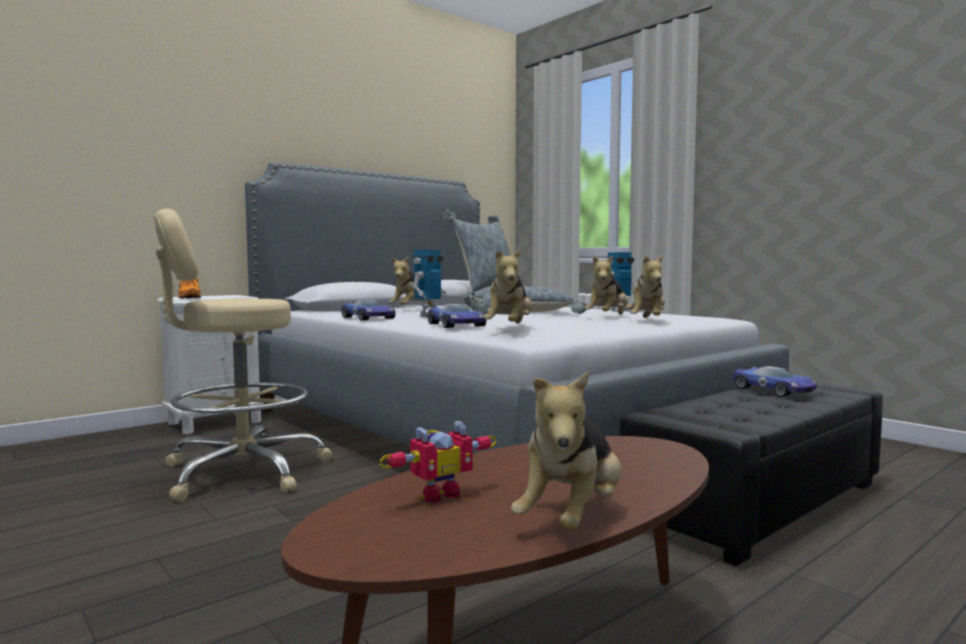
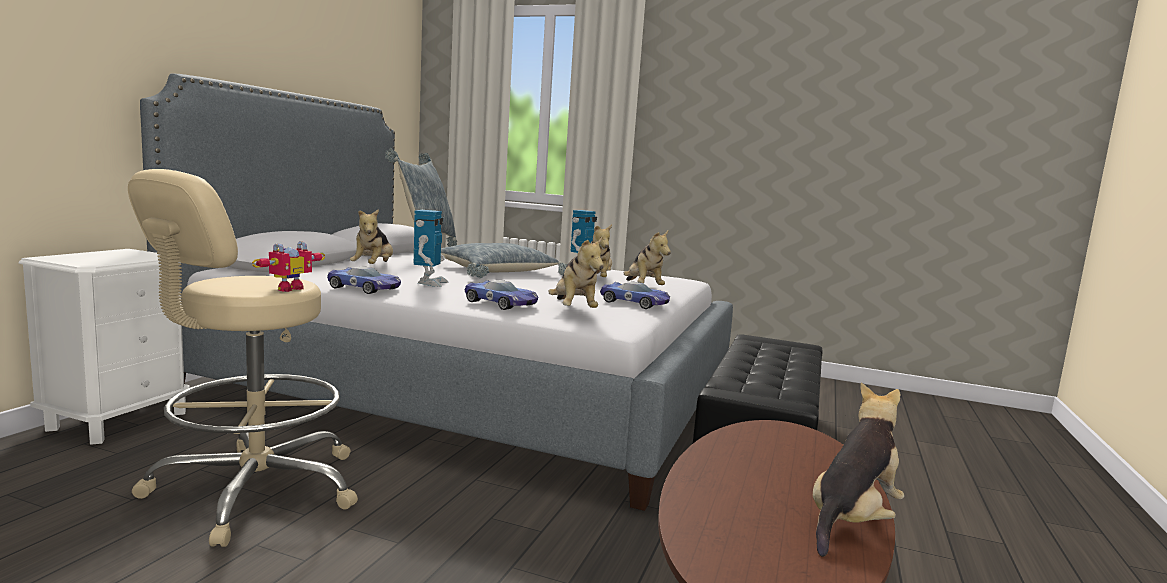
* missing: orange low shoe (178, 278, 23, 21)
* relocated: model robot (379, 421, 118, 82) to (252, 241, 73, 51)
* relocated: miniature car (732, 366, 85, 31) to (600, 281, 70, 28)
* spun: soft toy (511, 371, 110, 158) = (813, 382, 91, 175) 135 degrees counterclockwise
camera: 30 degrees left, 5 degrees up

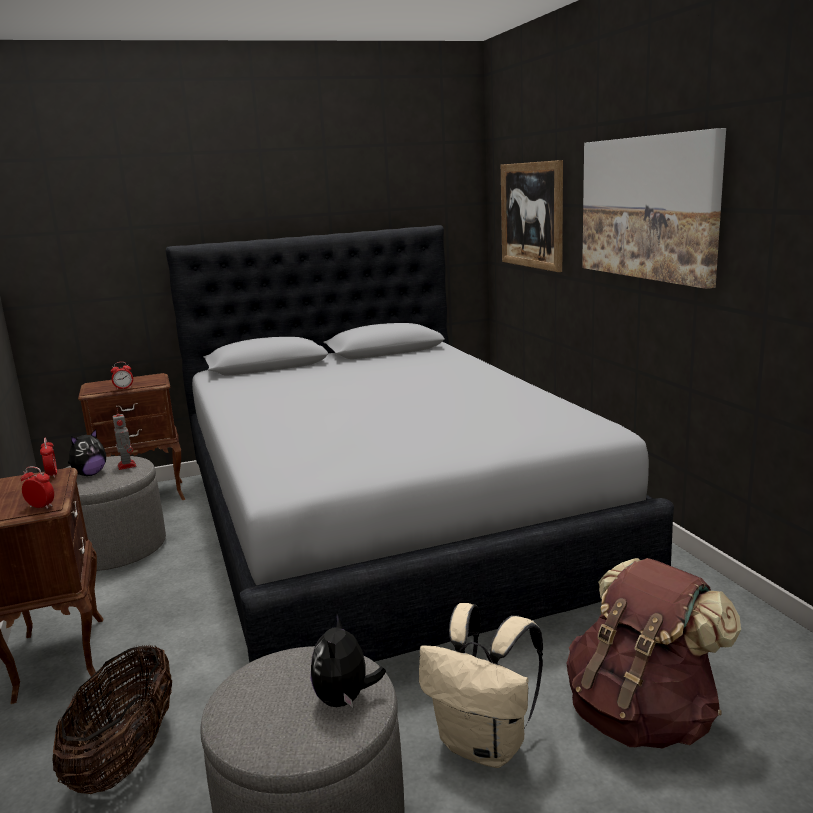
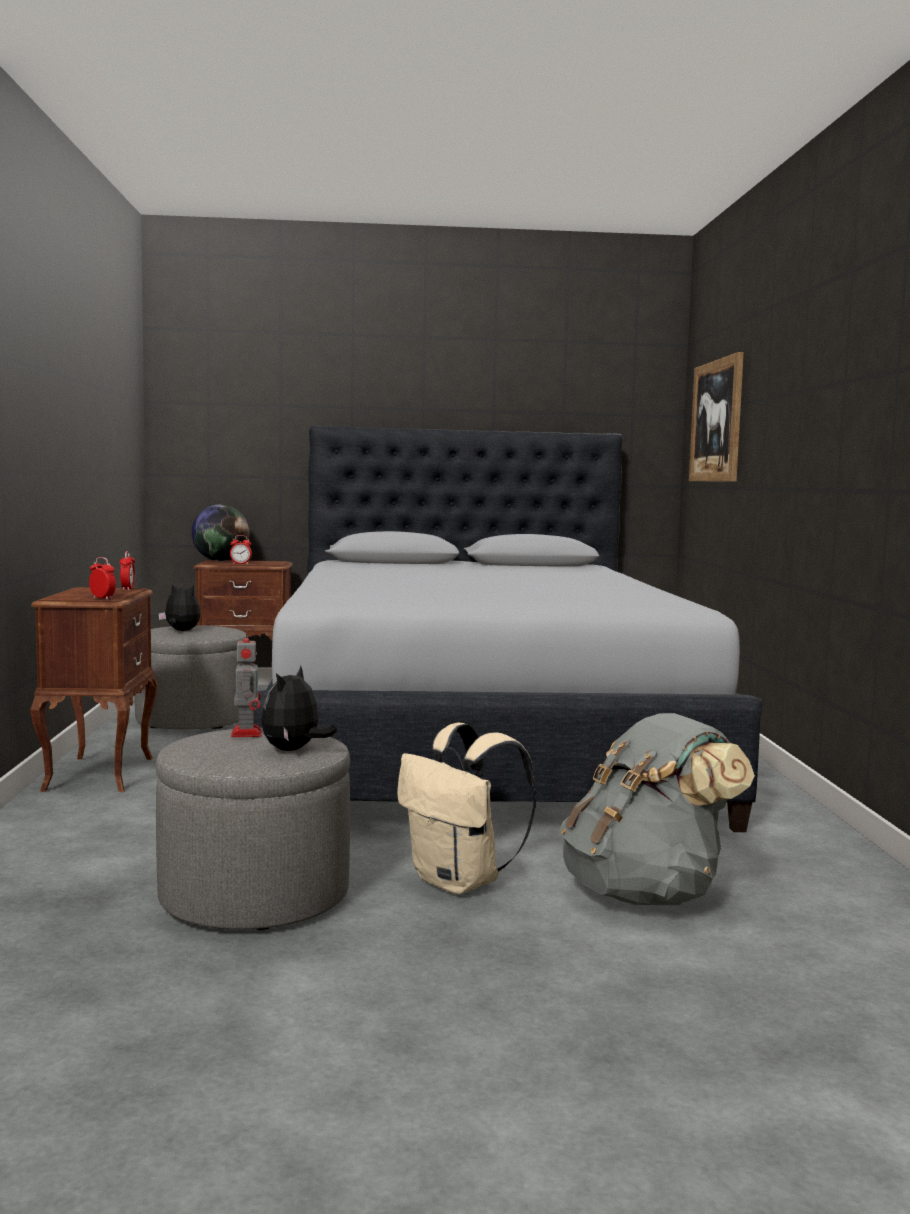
* missing: household basket (53, 645, 119, 149)
* missing: picture (582, 128, 144, 161)
* appeared: desk globe (191, 504, 58, 57)
* relocated: model robot (112, 410, 24, 60) to (231, 629, 31, 108)
* colour: brown-coloured backpack (566, 558, 175, 190) to gray backpack (560, 713, 195, 192)
* spun: soft toy (68, 429, 38, 47) = (158, 583, 42, 48) 120 degrees counterclockwise
camera: 15 degrees right, 10 degrees down

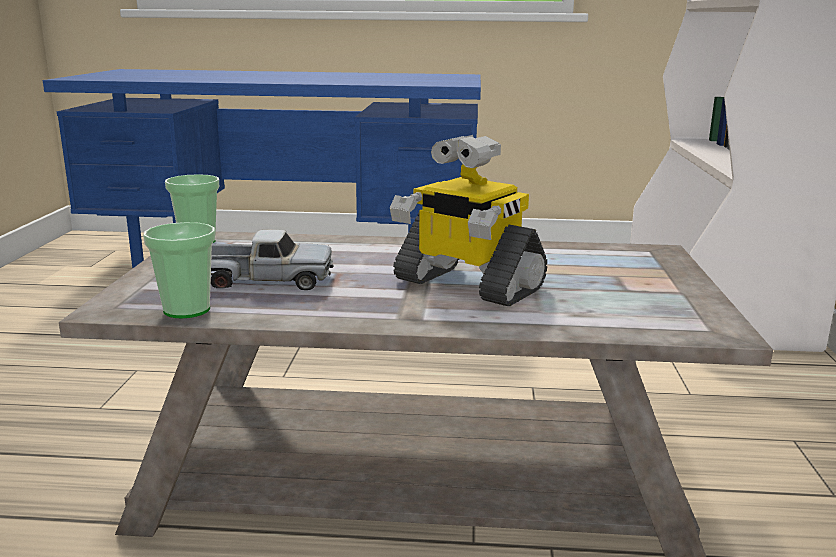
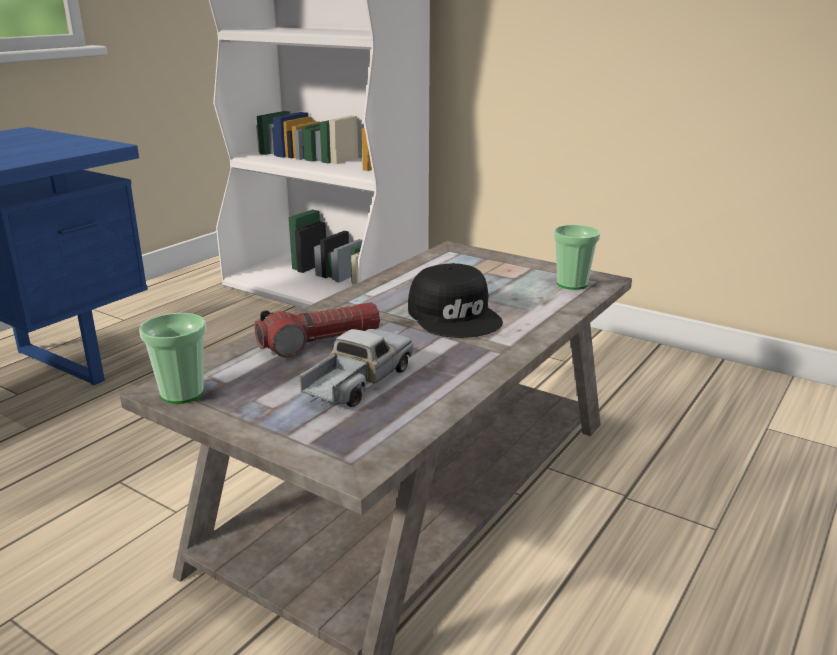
* appeared: torch (255, 302, 125, 56)
* relocated: drinking cup (143, 222, 72, 96) to (553, 225, 47, 65)
* exchanged: model robot (390, 135, 157, 171) to blackish peaked cap (408, 263, 95, 75)
camera: 60 degrees left, 5 degrees up

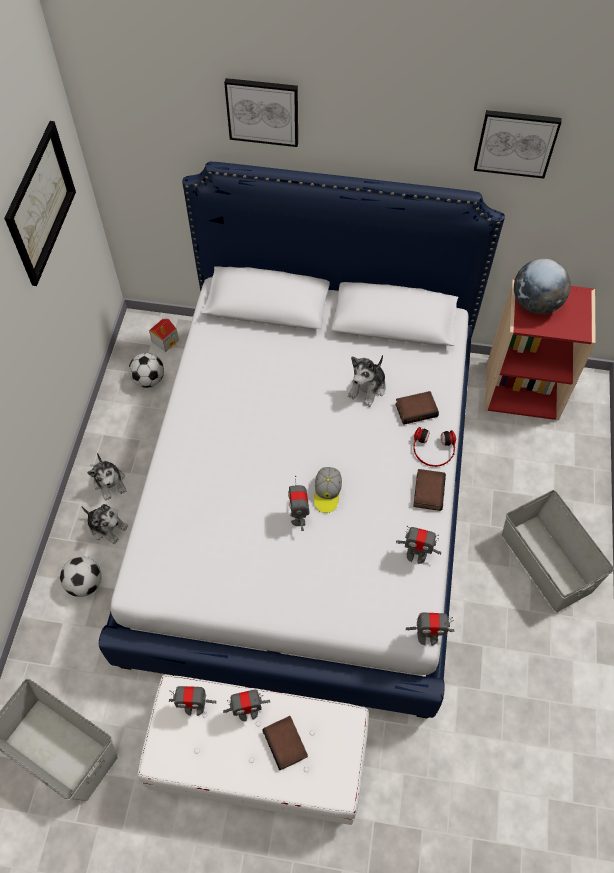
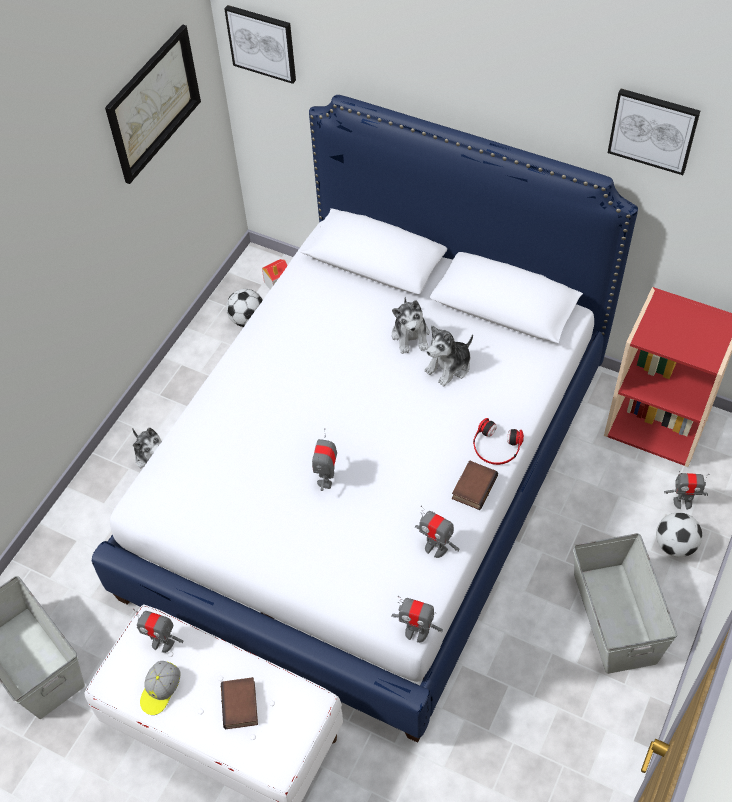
* missing: book (395, 391, 44, 34)
* missing: desk globe (514, 258, 57, 56)
* relocated: ball for football (60, 556, 42, 41) to (656, 512, 46, 45)
* relocated: soft toy (87, 453, 39, 48) to (392, 297, 38, 57)
* relocated: model robot (223, 689, 47, 33) to (664, 471, 46, 39)
* relocated: picture (224, 78, 74, 69) to (224, 5, 72, 79)
* relocated: peaked cap (314, 467, 28, 46) to (140, 661, 41, 54)
camera: 20 degrees right, 5 degrees down

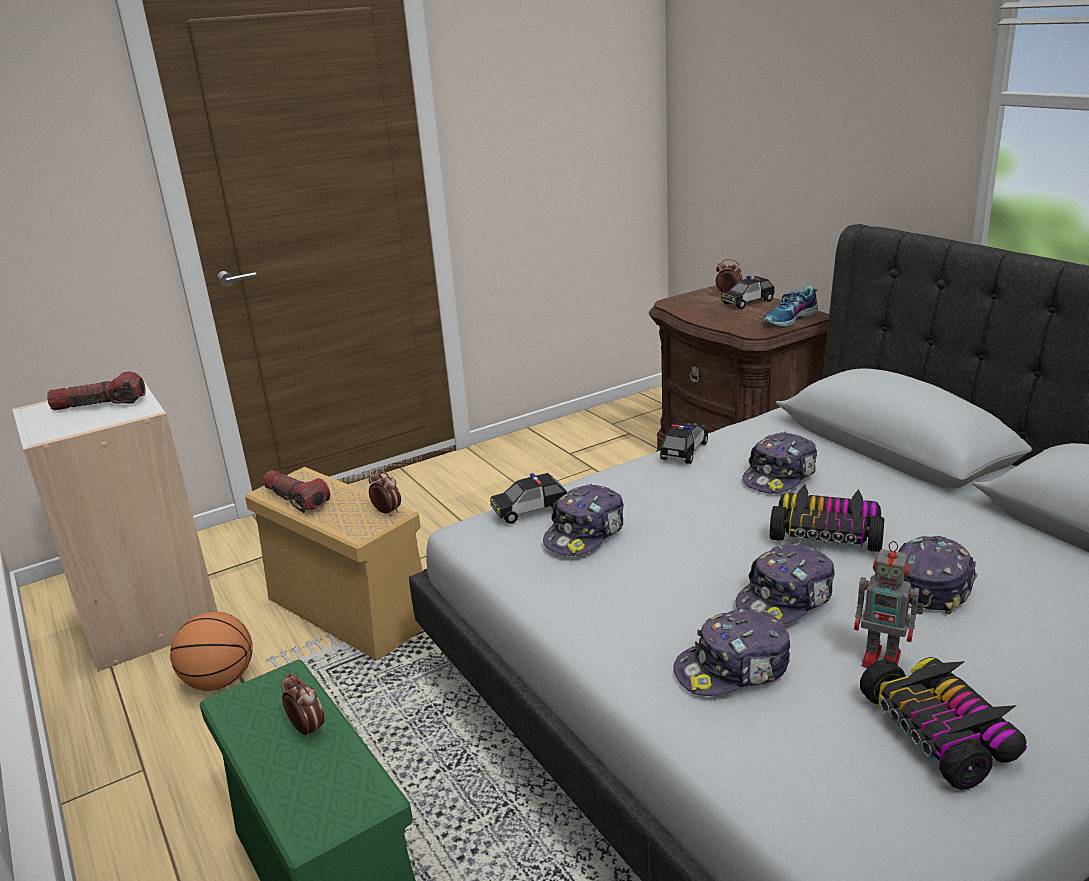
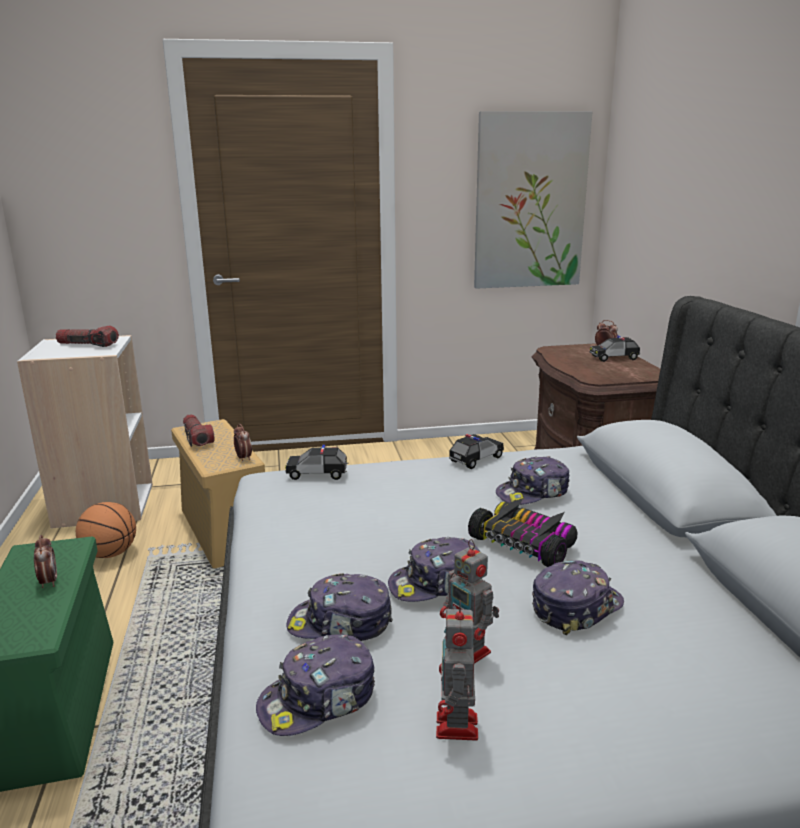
* missing: low shoe (763, 286, 55, 42)
* appeared: picture (474, 111, 119, 178)
* relocated: peaked cap (543, 484, 81, 72) to (256, 635, 119, 101)
* exchanged: miniature car (860, 657, 167, 133) to model robot (436, 600, 42, 140)
camera: 20 degrees right, 5 degrees down

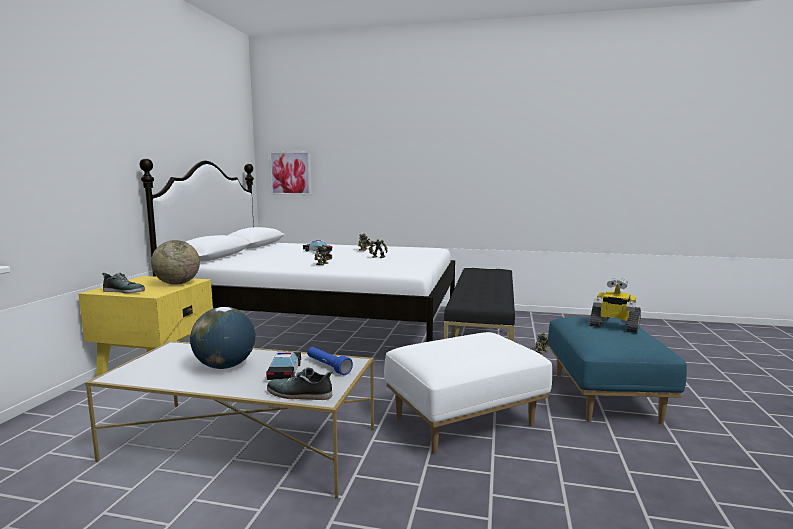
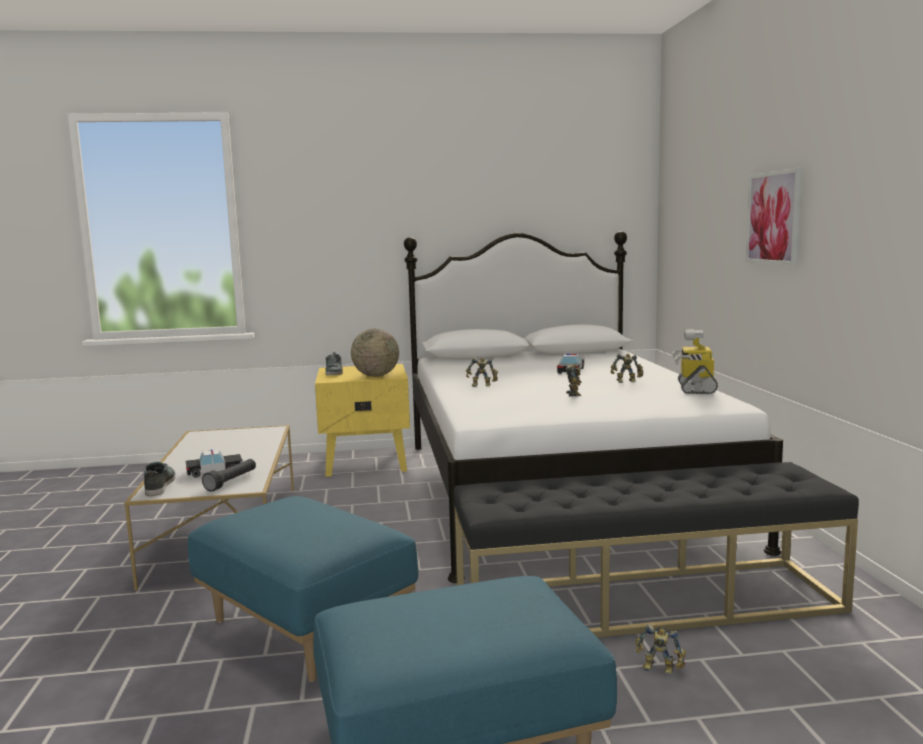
* missing: desk globe (190, 307, 65, 62)
* relocated: picture (269, 151, 42, 44) to (746, 168, 56, 98)
* relocated: model robot (590, 278, 51, 55) to (672, 329, 46, 65)
* colour: blue-coloured torch (307, 347, 46, 28) to blackish torch (202, 459, 54, 33)
* colour: whitish pouffe (384, 332, 168, 122) to blue-coloured pouffe (188, 496, 231, 186)
camera: 70 degrees right, 0 degrees up

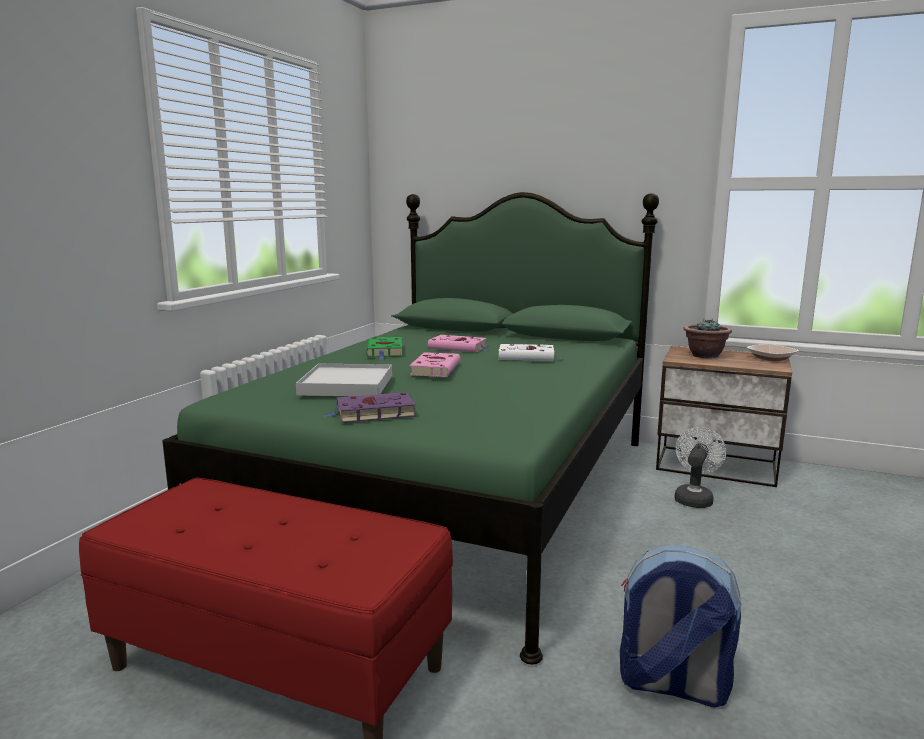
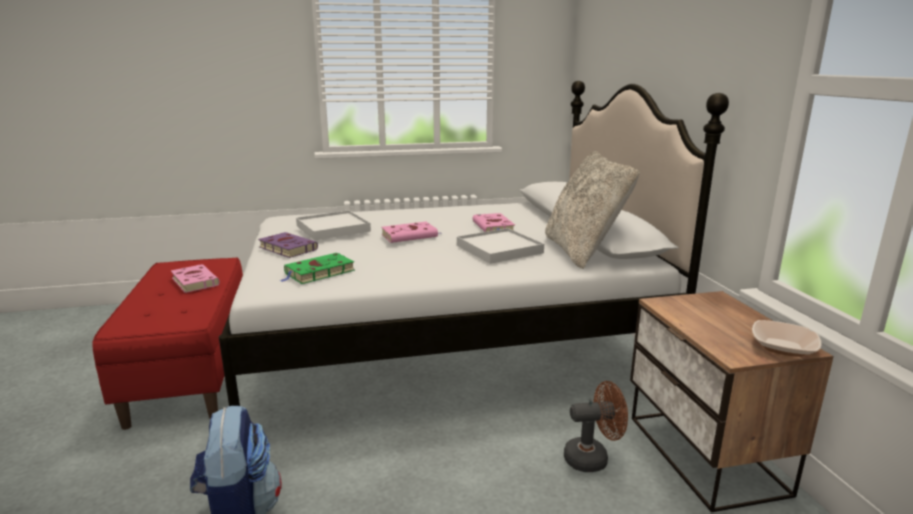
* missing: houseplant (683, 319, 49, 39)
* appeared: pink book (171, 264, 49, 29)
* appeared: beige throw pillow (545, 151, 95, 118)
* relocated: green-coloured book (366, 337, 36, 23) to (279, 253, 76, 31)
* exchanged: whitish book (499, 344, 66, 17) to whitish carrying tray (457, 228, 87, 36)
* colour: green-coloured bed (162, 192, 497, 473) to whitish bed (219, 81, 510, 325)
* colour: whitish fan (674, 427, 52, 81) to brown-coloured fan (564, 381, 64, 91)
camera: 55 degrees right, 5 degrees up

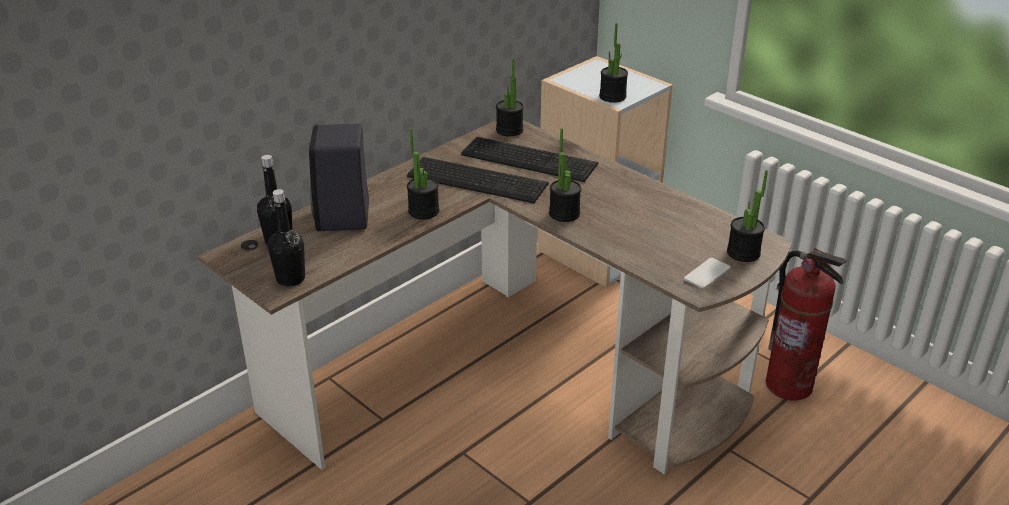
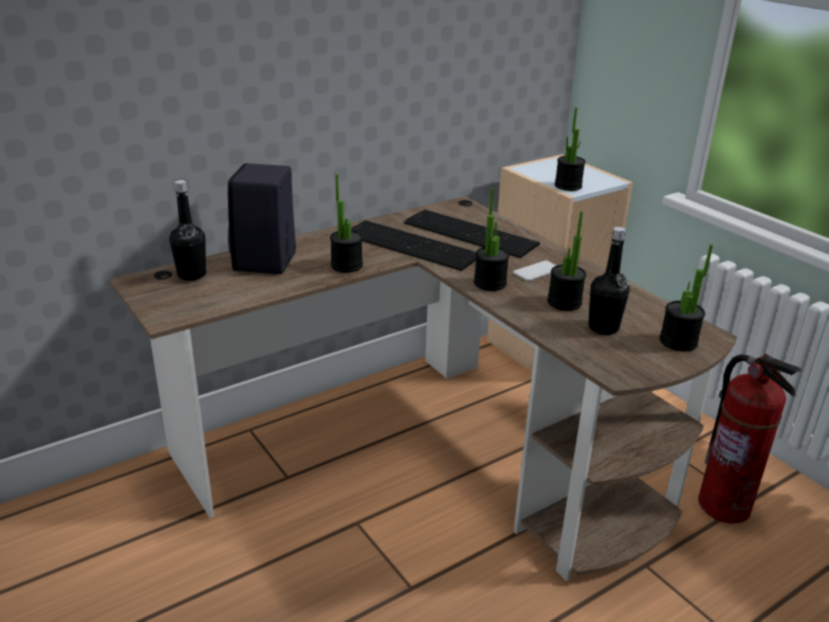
* relocated: blackish drink bottle (268, 189, 37, 97) to (588, 227, 42, 108)
* relocated: houseplant (496, 58, 28, 79) to (547, 211, 39, 100)
* relocated: telephone (684, 258, 47, 31) to (513, 260, 44, 21)
camera: 10 degrees right, 5 degrees down

